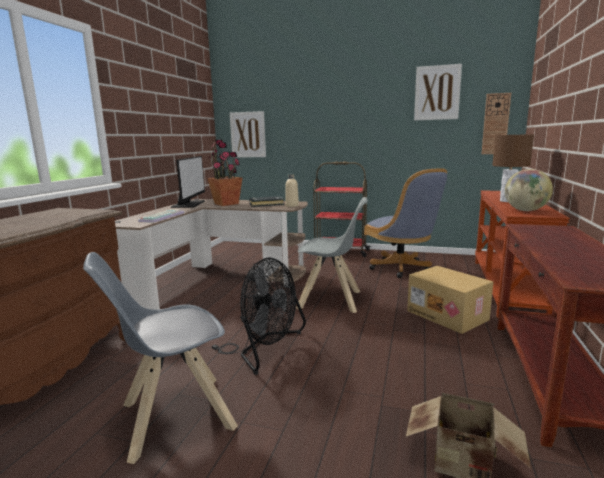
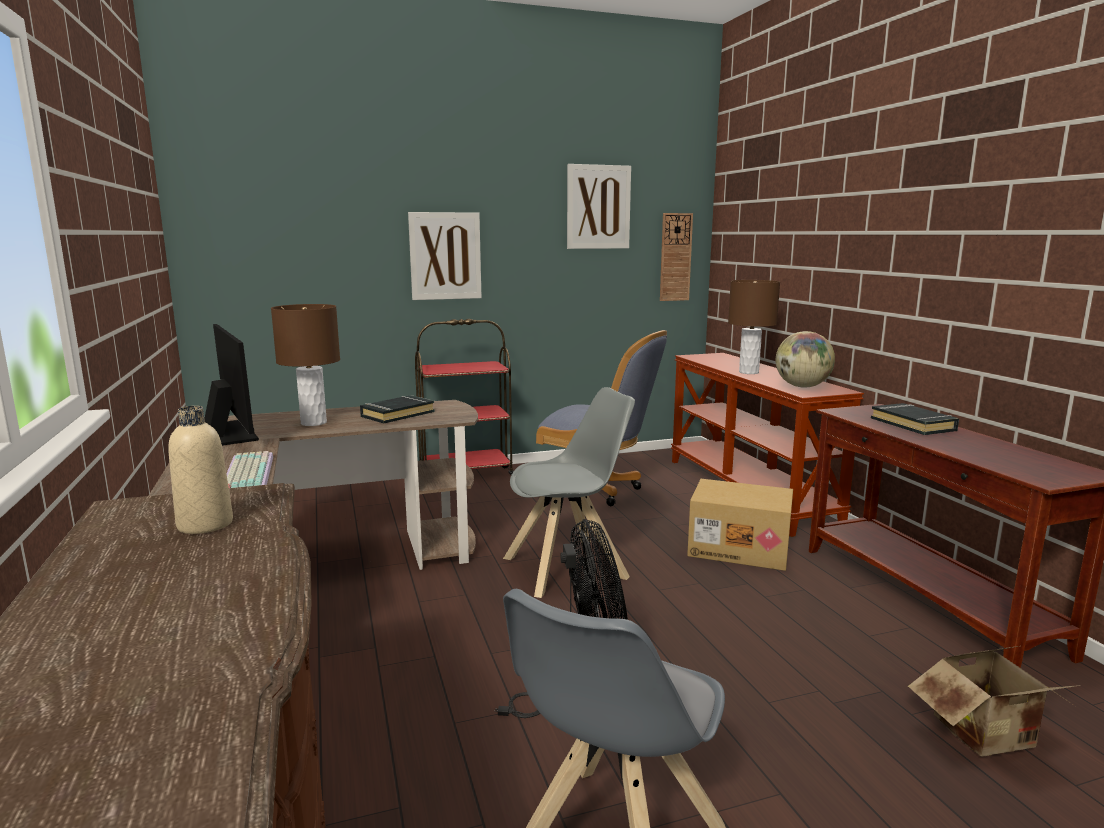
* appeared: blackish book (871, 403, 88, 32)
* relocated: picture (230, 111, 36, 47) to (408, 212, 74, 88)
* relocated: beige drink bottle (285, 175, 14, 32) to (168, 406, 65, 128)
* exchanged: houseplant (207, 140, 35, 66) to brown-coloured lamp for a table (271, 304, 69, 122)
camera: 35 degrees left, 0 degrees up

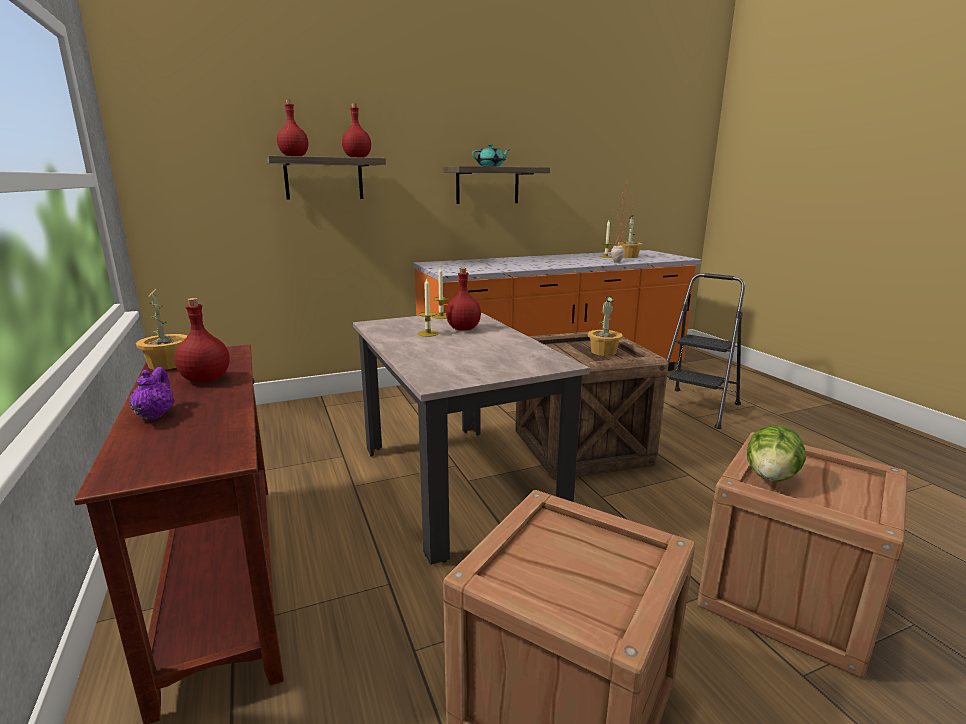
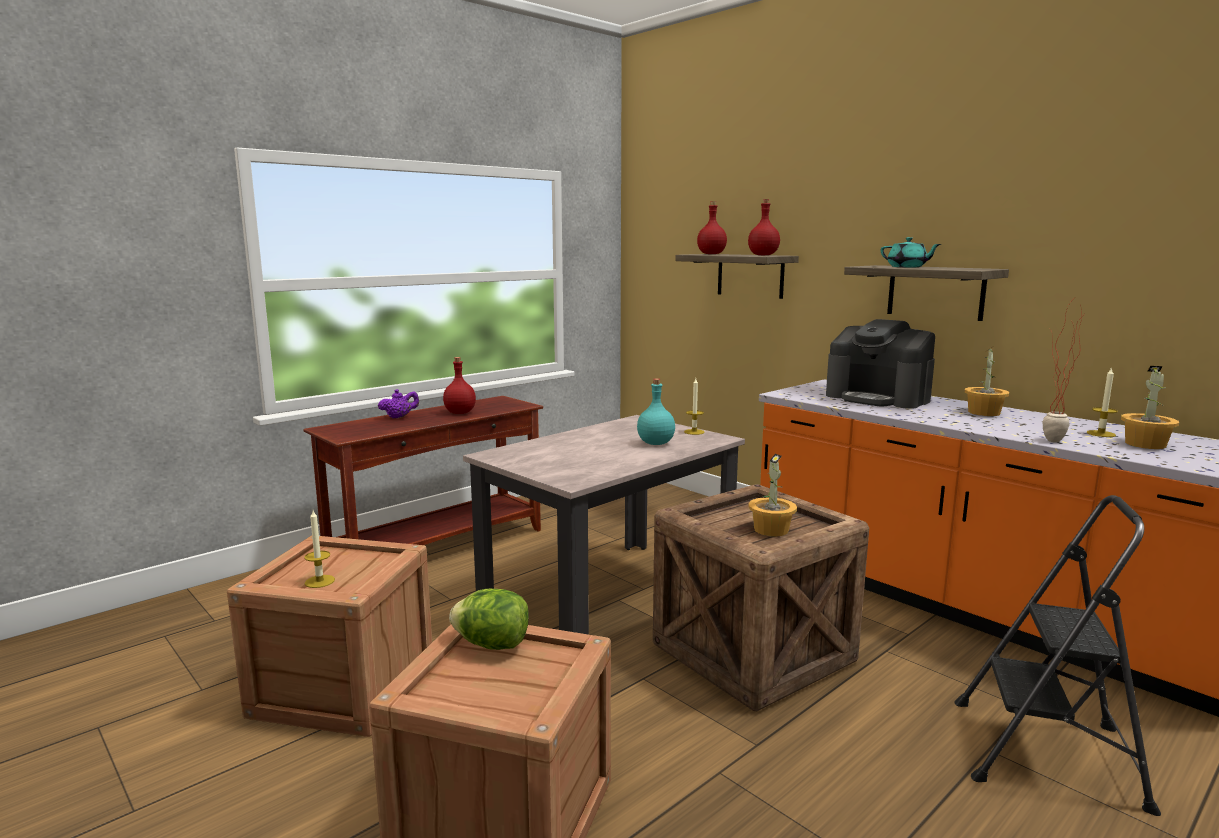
* appeared: coffee machine (826, 319, 109, 90)
* relocated: houseplant (136, 289, 51, 81) to (964, 347, 45, 69)
* relocated: wax candle (418, 278, 21, 59) to (304, 510, 31, 78)
* colour: reddish drink bottle (446, 268, 35, 63) to blue-green drink bottle (637, 378, 38, 67)
camera: 70 degrees right, 5 degrees down

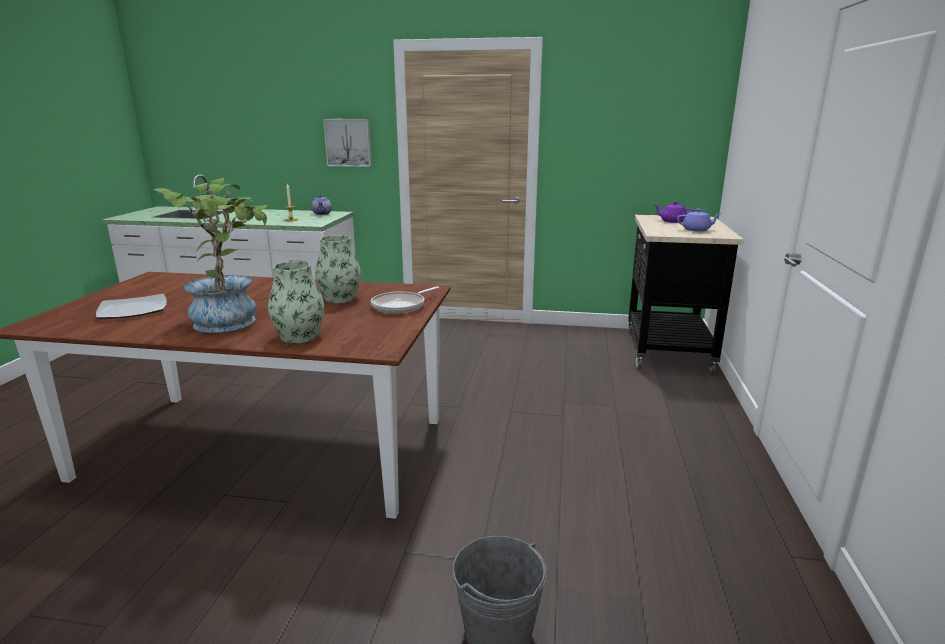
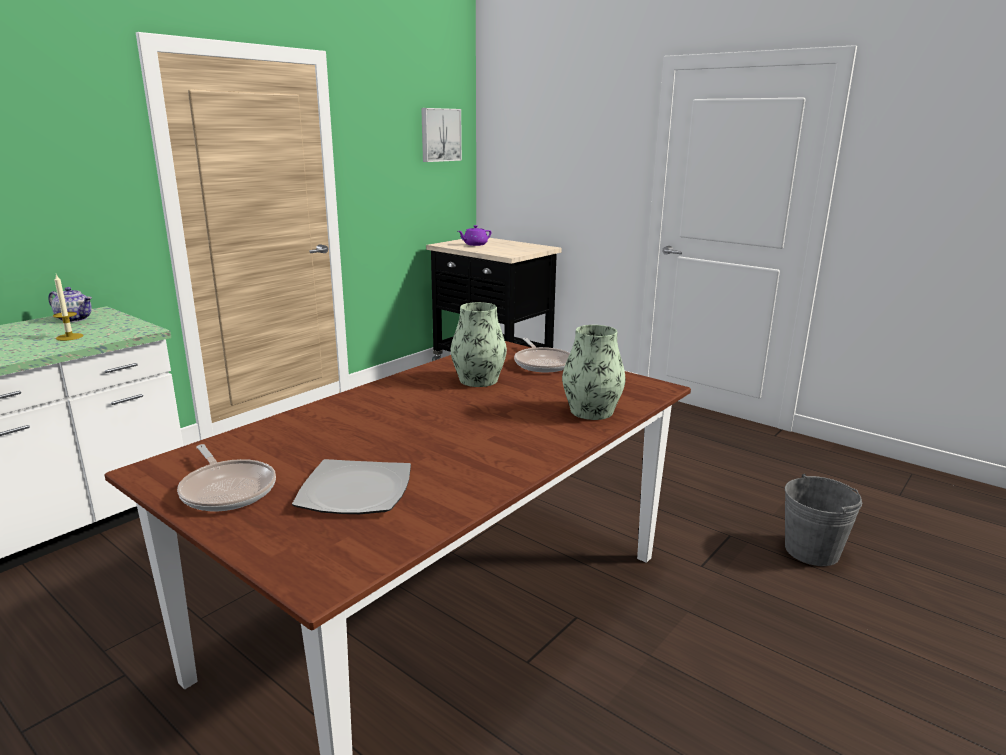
* missing: houseplant (153, 178, 115, 155)
* missing: purple tea pot (677, 209, 45, 23)
* appeared: skillet (177, 444, 99, 68)
* relocated: picture (323, 119, 49, 48) to (421, 108, 41, 54)
camera: 60 degrees left, 0 degrees up

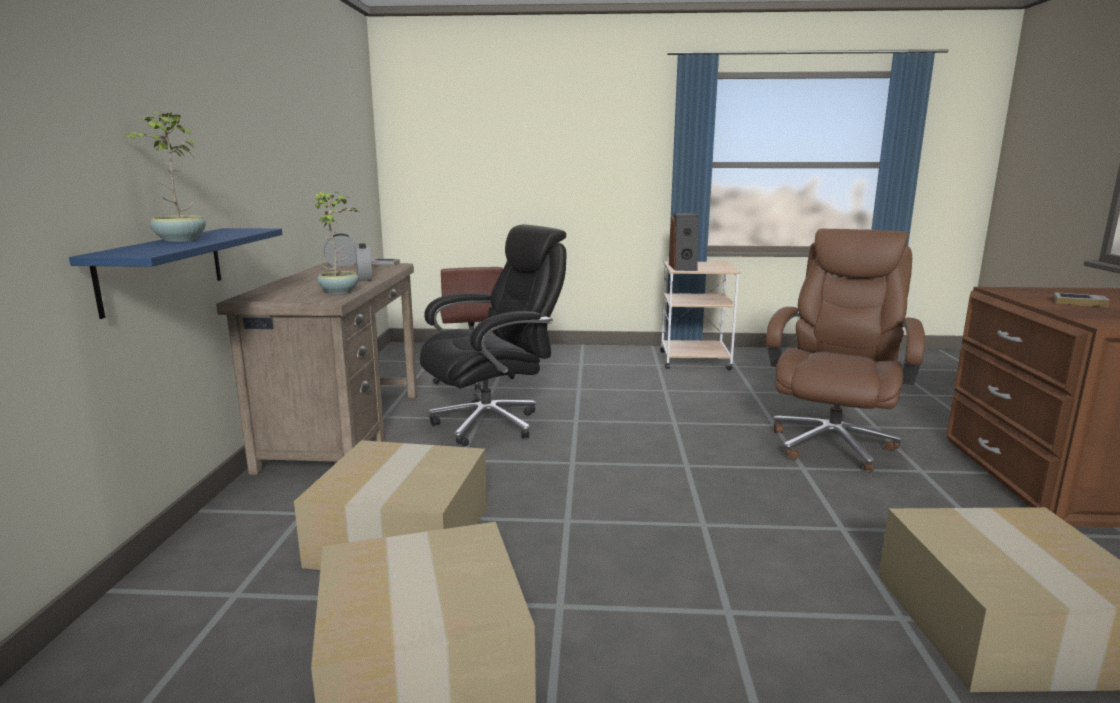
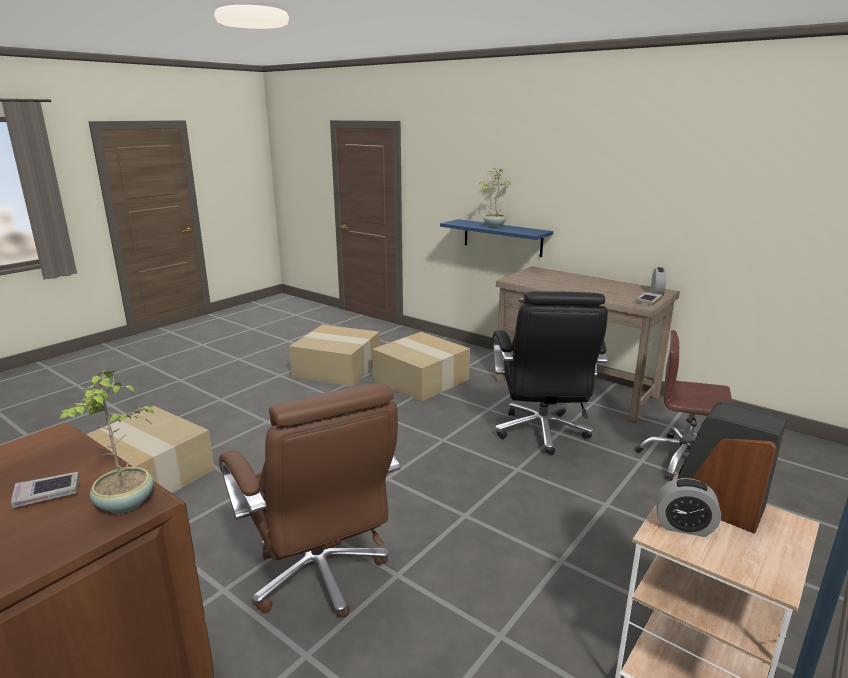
* relocated: houseplant (315, 192, 44, 102) to (58, 369, 97, 144)
* relocated: alarm clock (355, 243, 17, 38) to (656, 478, 65, 59)
camera: 125 degrees right, 5 degrees up

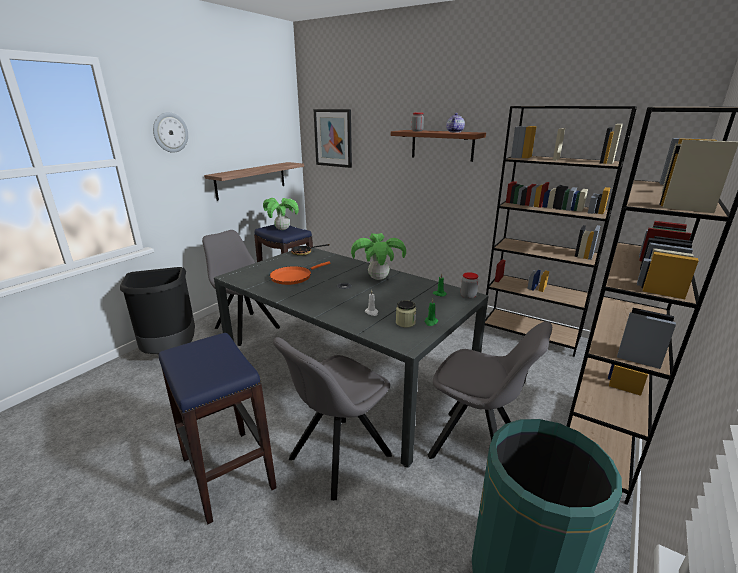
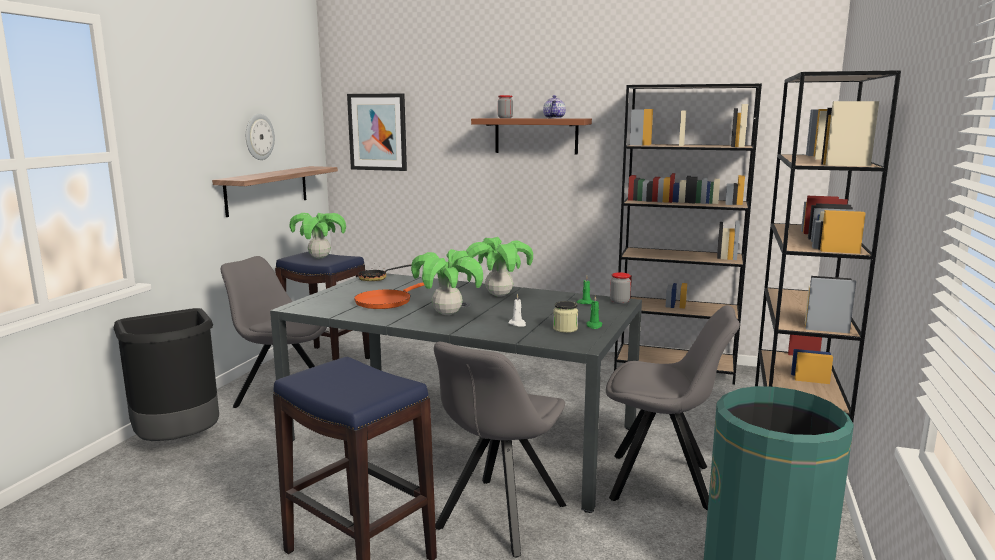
* appeared: houseplant (411, 249, 72, 66)
* relocated: hanging clock (153, 112, 35, 41) to (246, 114, 29, 46)
camera: 15 degrees left, 10 degrees down

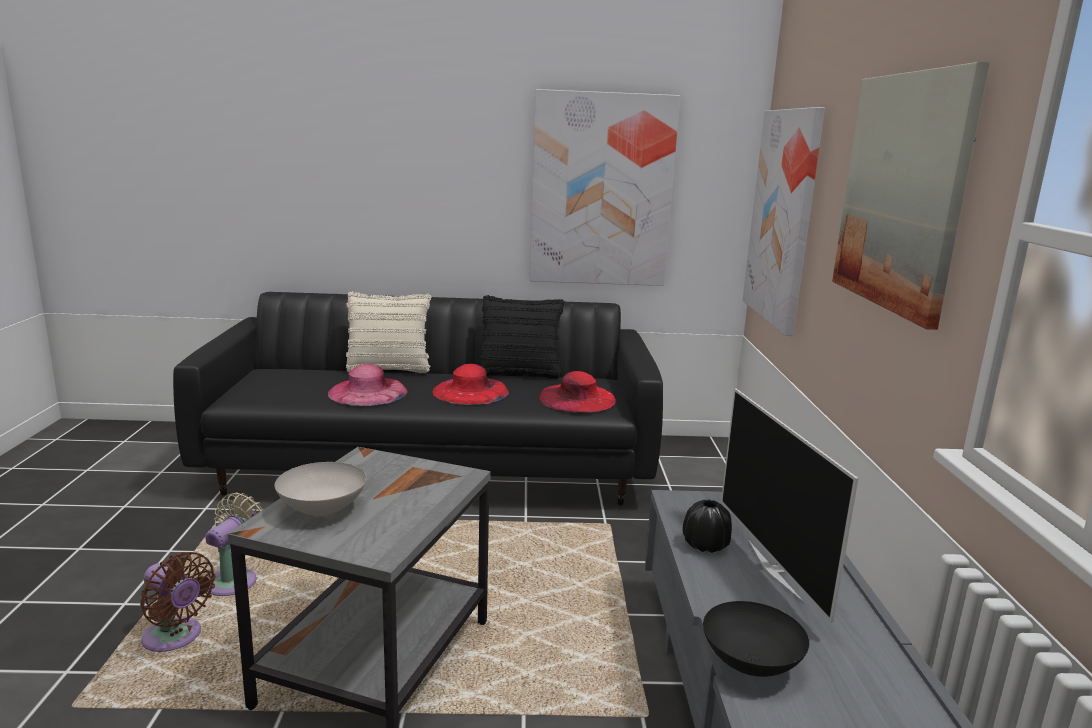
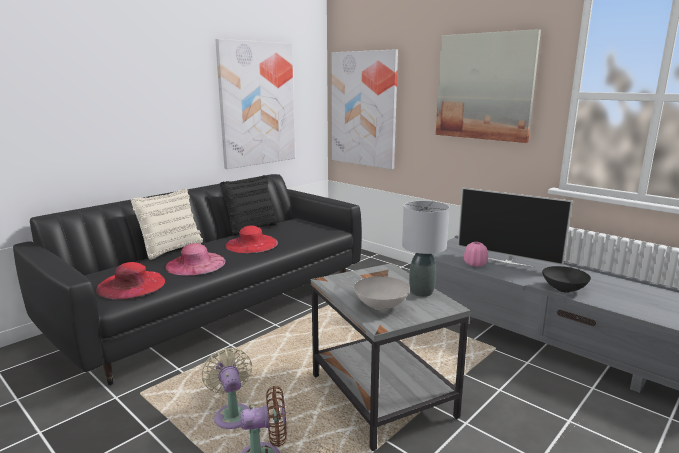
* appeared: gray lamp for a table (402, 201, 47, 96)
* relocated: reddish wearable hat (538, 371, 78, 42) to (96, 262, 69, 37)
* colour: blackish decorative vase (682, 500, 50, 53) to pink decorative vase (464, 242, 24, 25)
camera: 45 degrees left, 0 degrees up

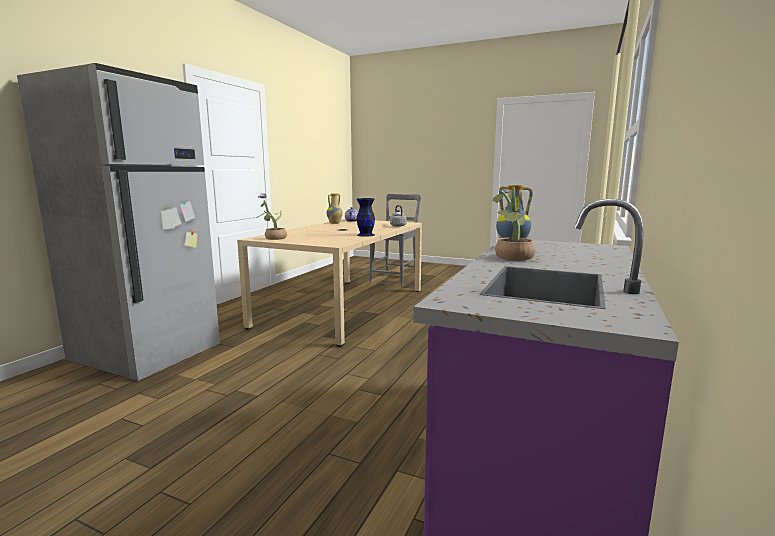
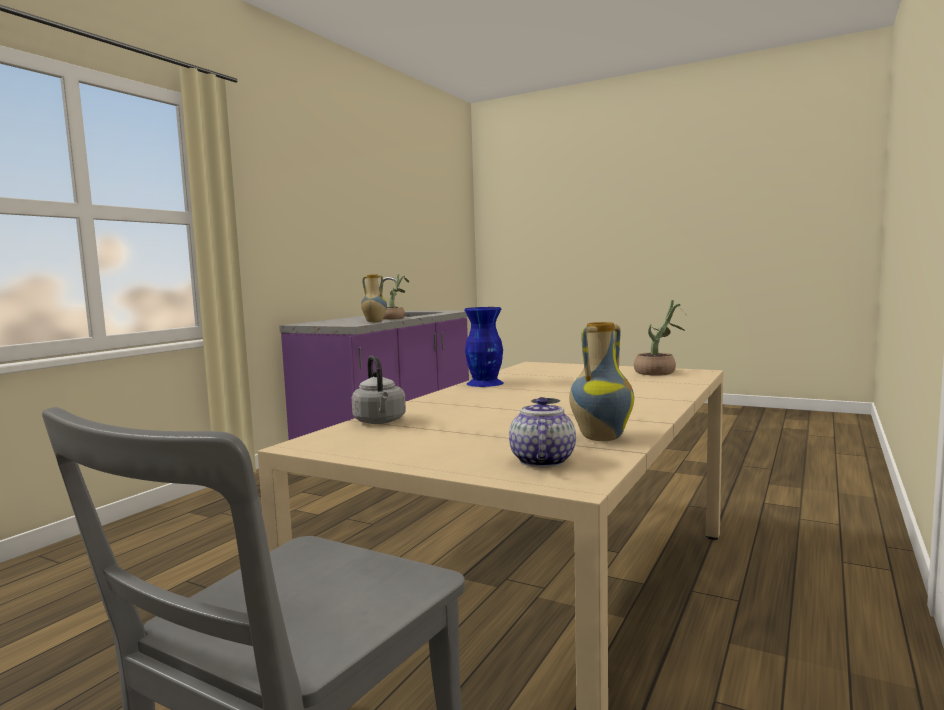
* missing: gray kitchen fridge (17, 63, 203, 318)
* colour: blackish decorative vase (357, 198, 18, 38) to blue-coloured decorative vase (464, 307, 40, 80)
camera: 175 degrees left, 5 degrees down

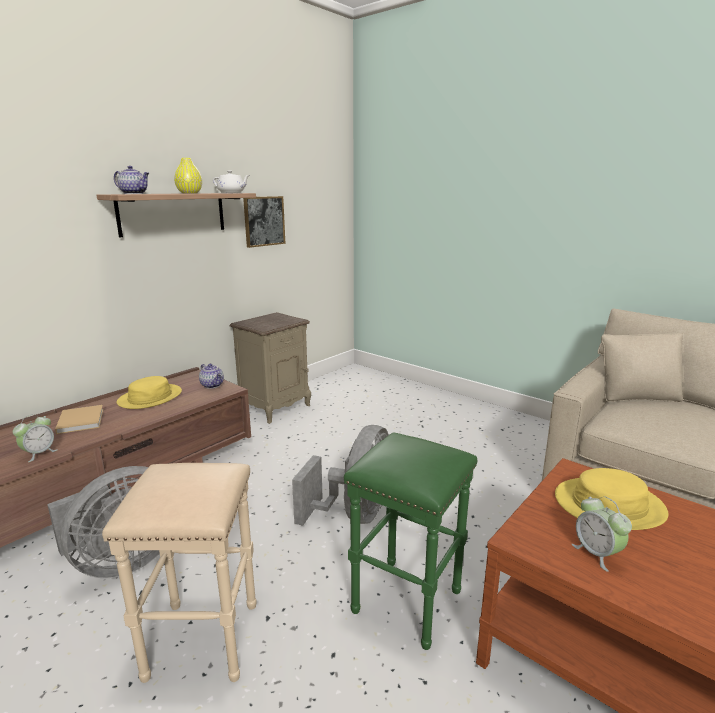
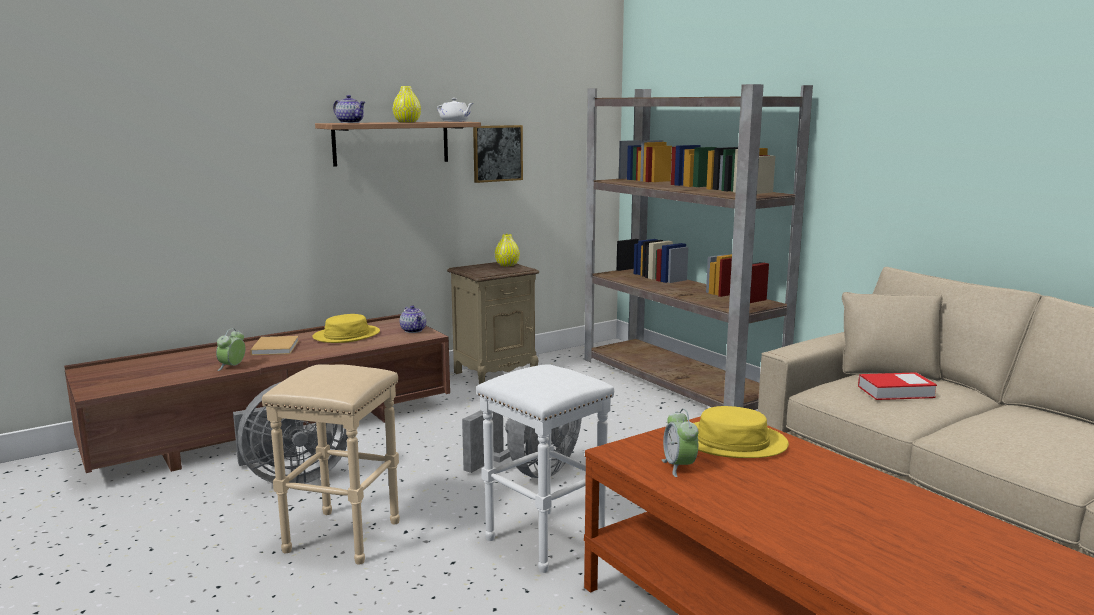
* appeared: yellow decorative vase (495, 234, 25, 33)
* appeared: brown-coloured bookshelf (584, 84, 229, 326)
* appeared: book (858, 372, 79, 28)
* colour: green-coloured stool (344, 432, 133, 218) to whitish stool (476, 364, 138, 209)
* spun: alarm clock (13, 414, 45, 48) = (216, 328, 29, 43) 150 degrees clockwise
camera: 15 degrees right, 5 degrees down

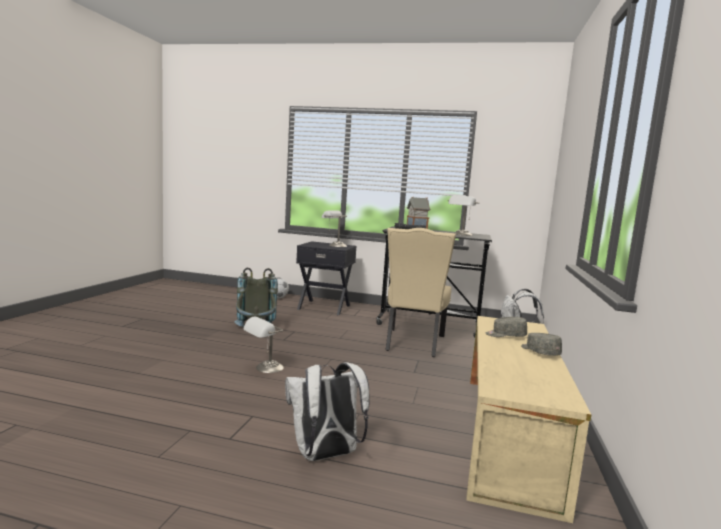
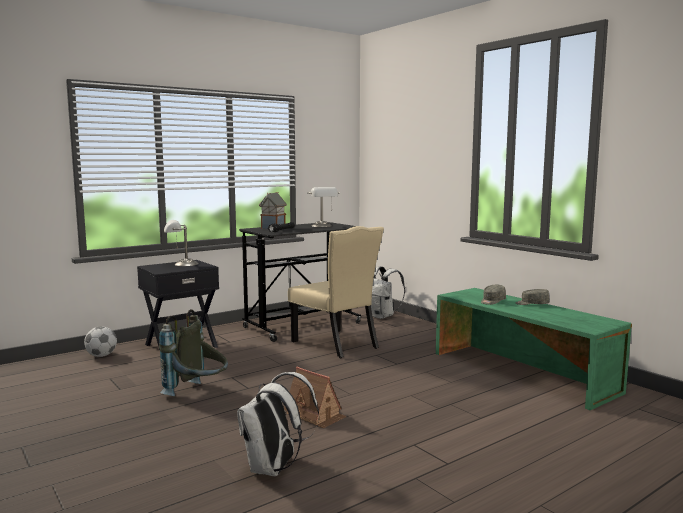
* relocated: whitish backpack (285, 362, 85, 99) to (237, 372, 82, 104)
* exchanged: whitish lamp for a table (244, 317, 40, 56) to model house (284, 367, 62, 61)
* colour: beige long seat (466, 316, 125, 207) to green-coloured long seat (436, 288, 196, 122)
camera: 50 degrees left, 0 degrees up

